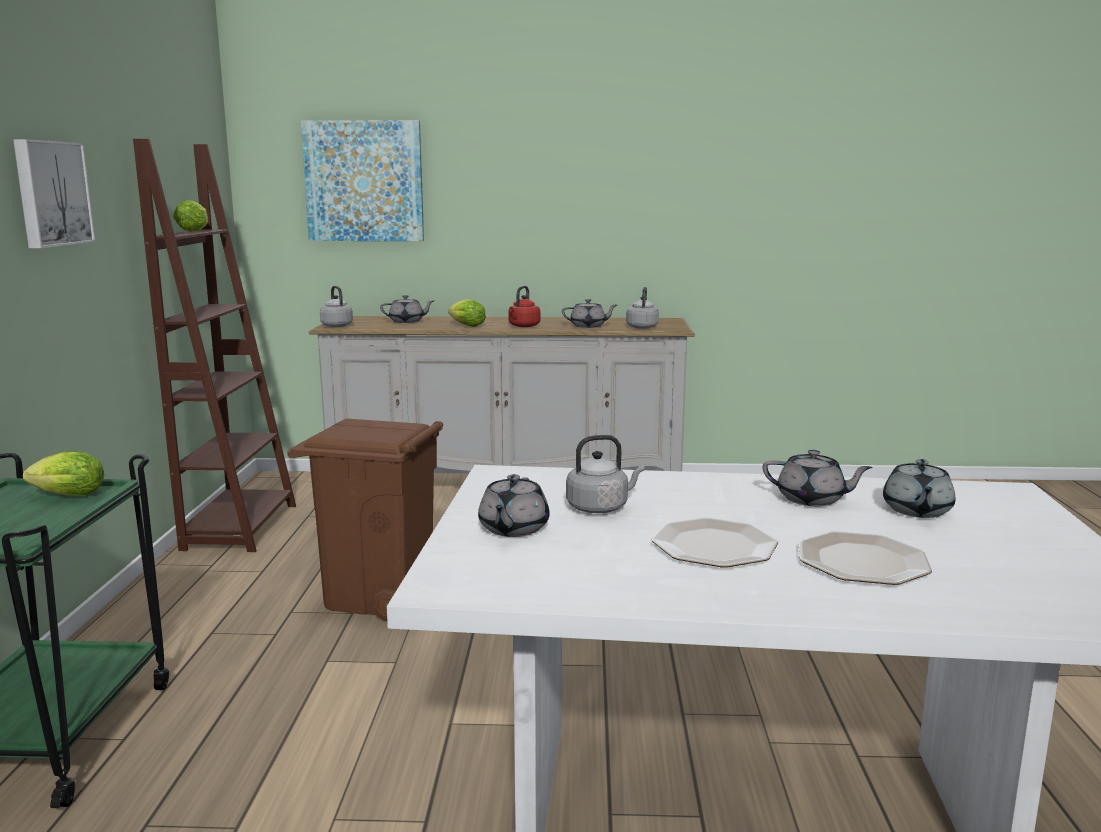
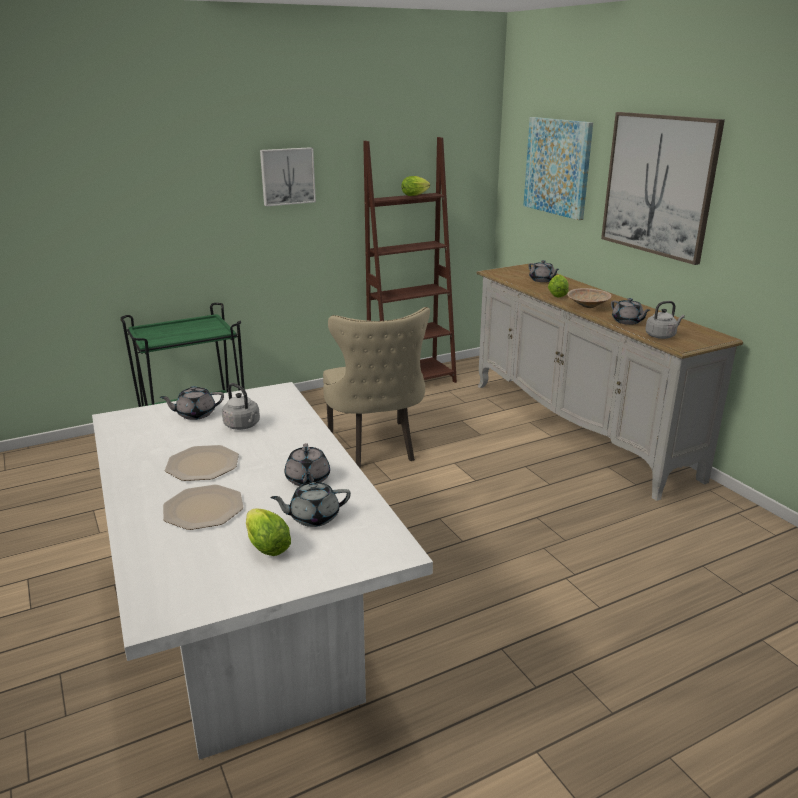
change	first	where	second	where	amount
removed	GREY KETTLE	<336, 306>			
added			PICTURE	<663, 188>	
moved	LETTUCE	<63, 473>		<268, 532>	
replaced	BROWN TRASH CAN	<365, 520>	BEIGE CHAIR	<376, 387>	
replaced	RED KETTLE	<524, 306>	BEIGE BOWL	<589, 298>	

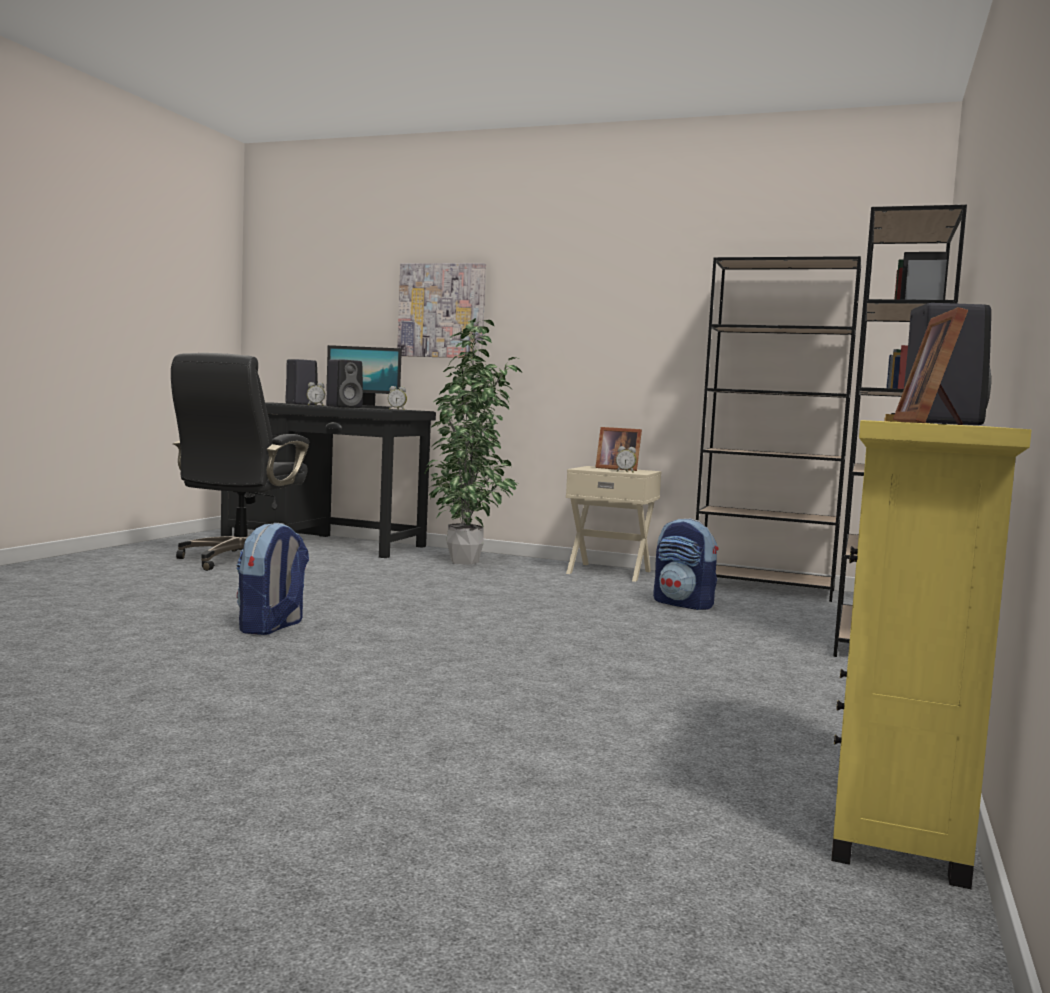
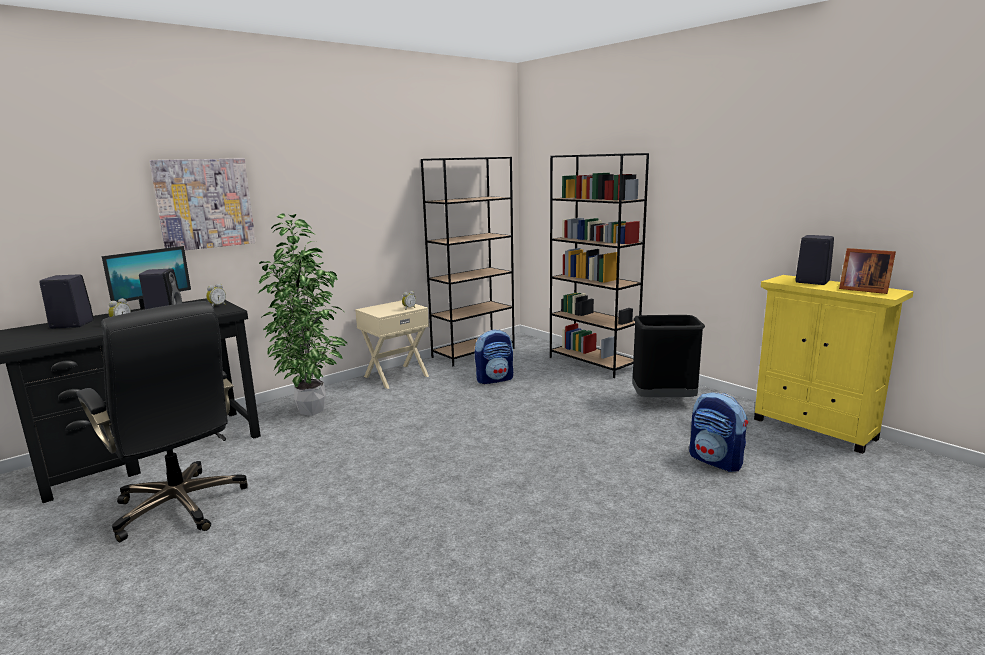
change	first	where	second	where	amount
removed	PICTURE FRAME	<619, 449>			
added			BLACK TRASH CAN	<668, 356>	
moved	BACKPACK	<272, 579>		<718, 432>	

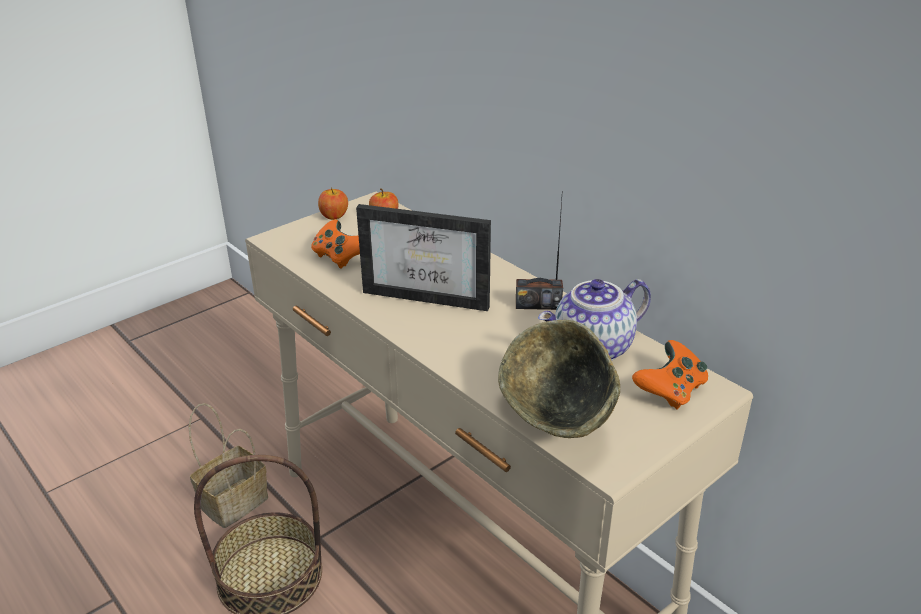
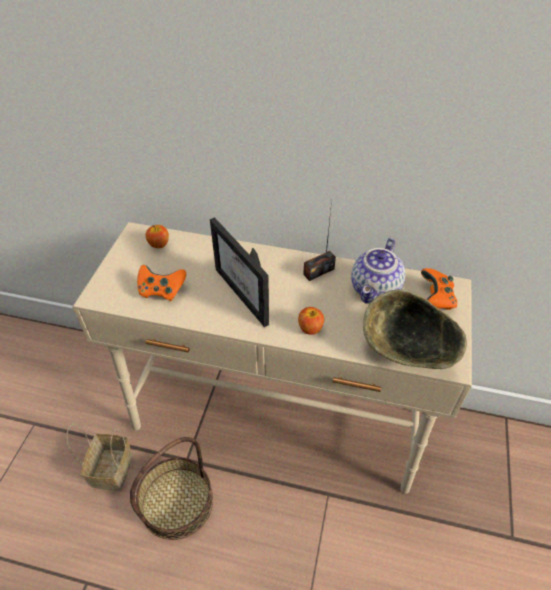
change	first	where	second	where	amount
moved	APPLE	<333, 204>		<311, 321>	
turned	PICTURE FRAME	<423, 257>		<239, 272>	75 degrees clockwise

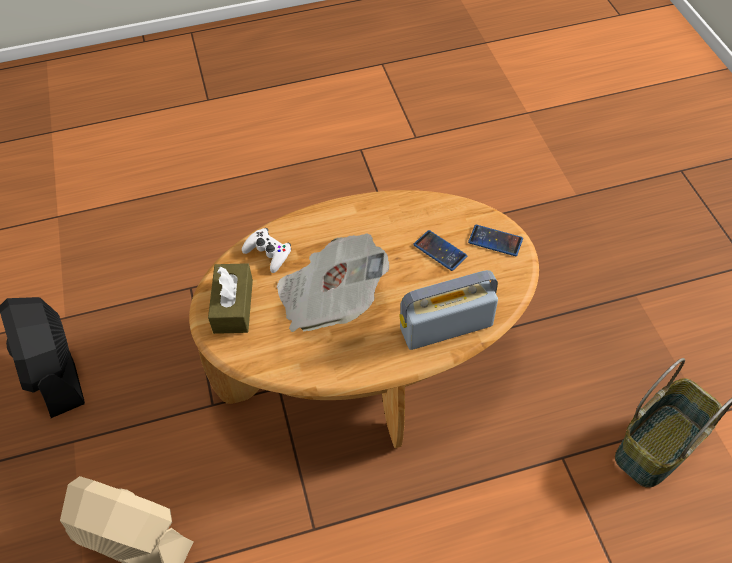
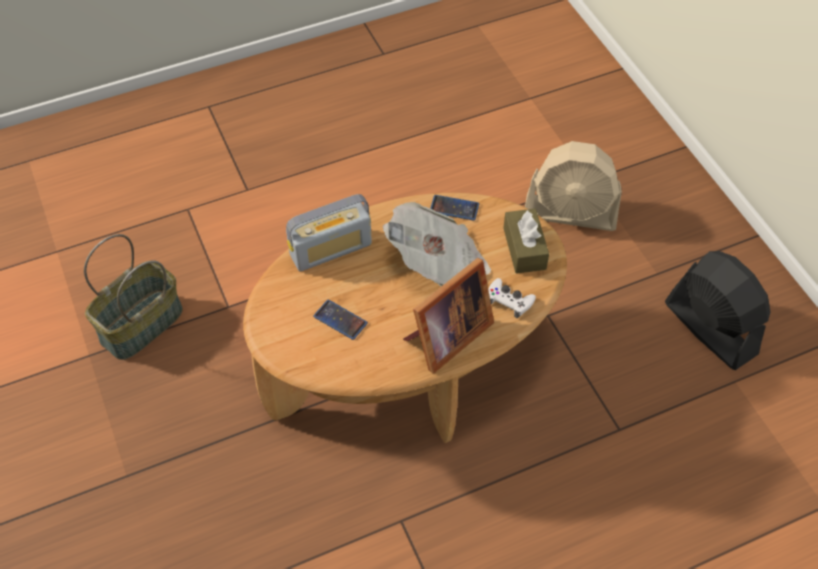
change	first	where	second	where	amount
added			PICTURE FRAME	<448, 316>	
moved	PHONE	<495, 240>		<454, 208>	

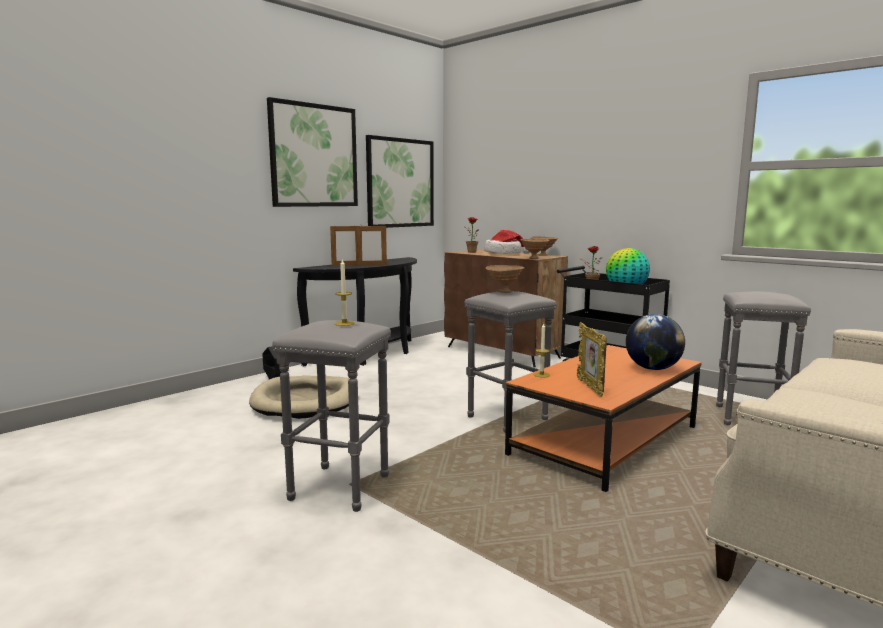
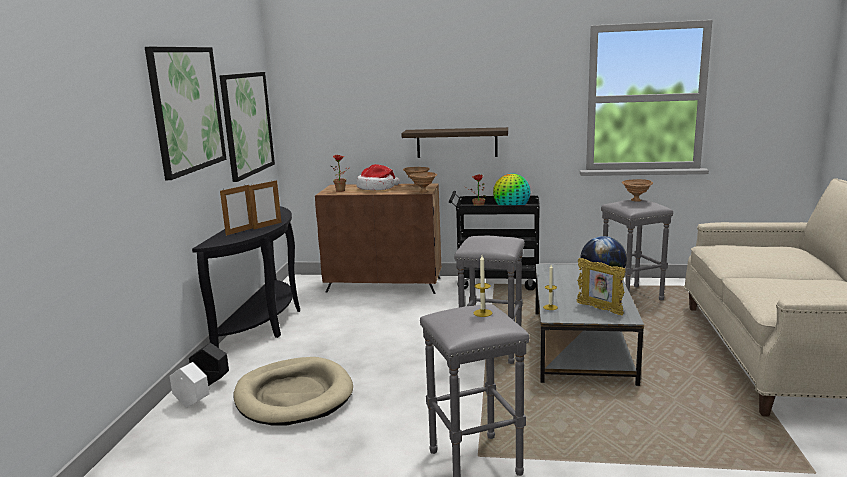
change	first	where	second	where	amount
added			WHITE PLANTER	<189, 385>	
added			SHELF	<454, 142>	
moved	BROWN BOWL	<504, 279>		<637, 190>	
recoloured	ORANGE COFFEE TABLE	<603, 418>	GREY COFFEE TABLE	<589, 325>	

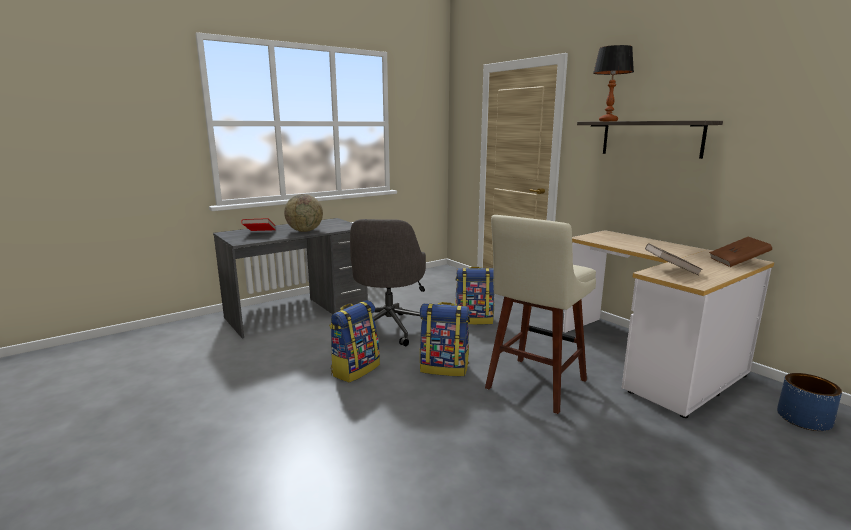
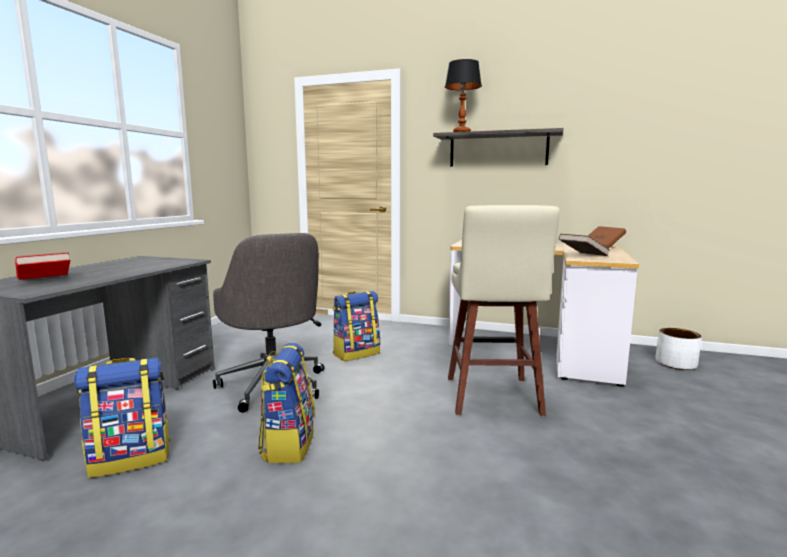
change	first	where	second	where	amount
removed	GLOBE	<303, 213>			
moved	BACKPACK	<445, 339>		<122, 417>	
recoloured	BLUE PLANTER	<809, 402>	WHITE PLANTER	<678, 349>	

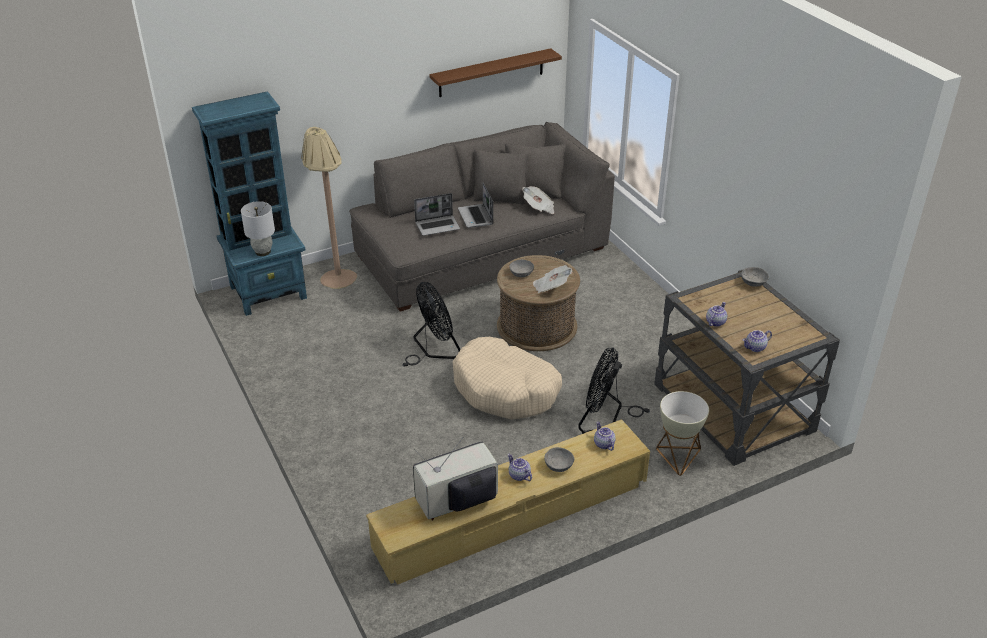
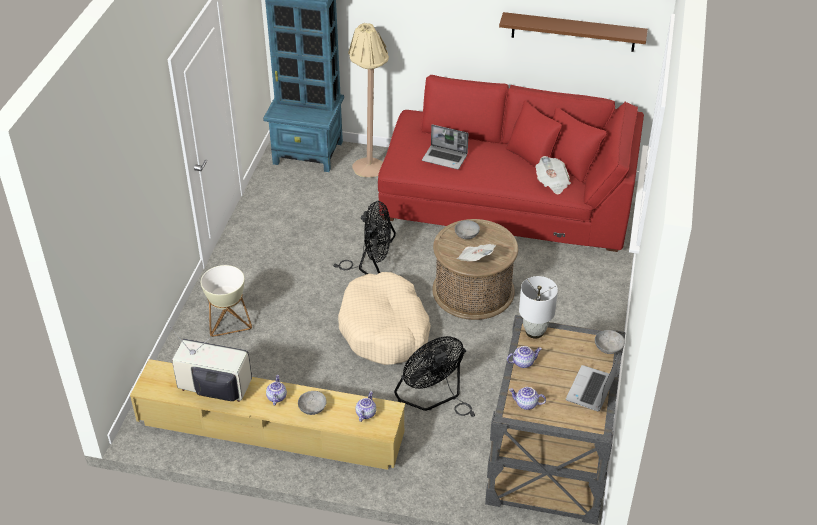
change	first	where	second	where	amount
moved	WHITE TABLE LAMP	<258, 228>		<538, 307>	
moved	LAPTOP	<475, 205>		<592, 382>	
moved	PLANTER	<682, 433>		<226, 301>	
recoloured	GREY SOFA	<482, 217>	RED SOFA	<511, 163>	

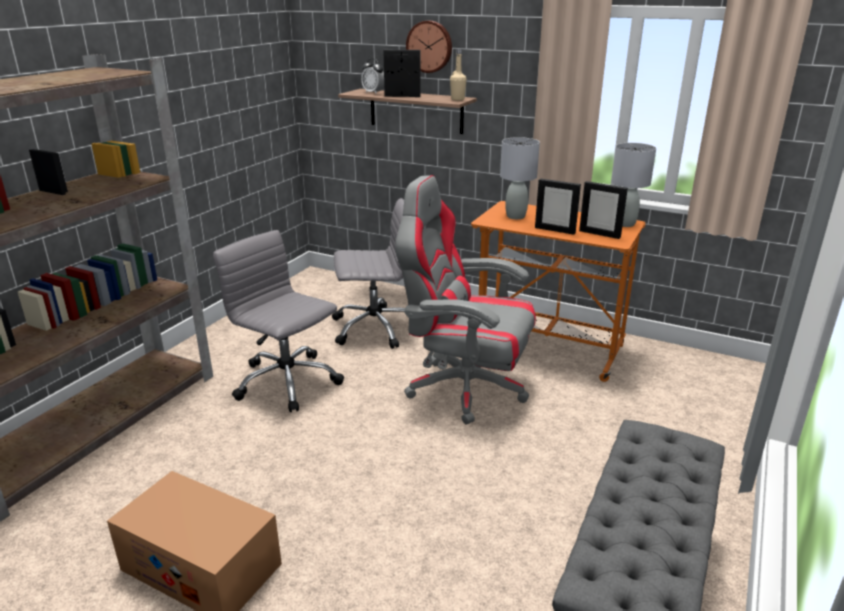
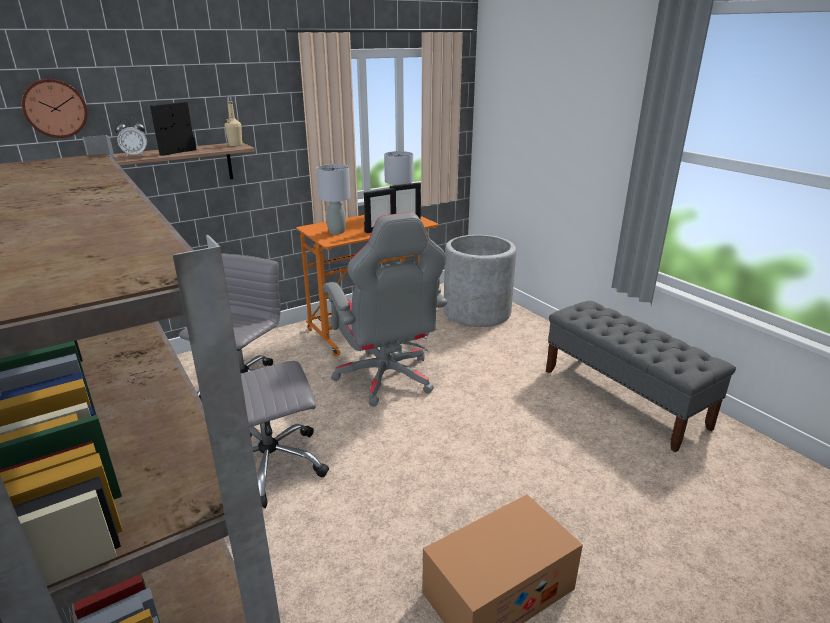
change	first	where	second	where	amount
added			GREY PLANTER	<480, 281>	
moved	WALL CLOCK	<429, 47>		<54, 108>	
turned	GREY OFFICE CHAIR	<465, 300>		<385, 309>	75 degrees counterclockwise

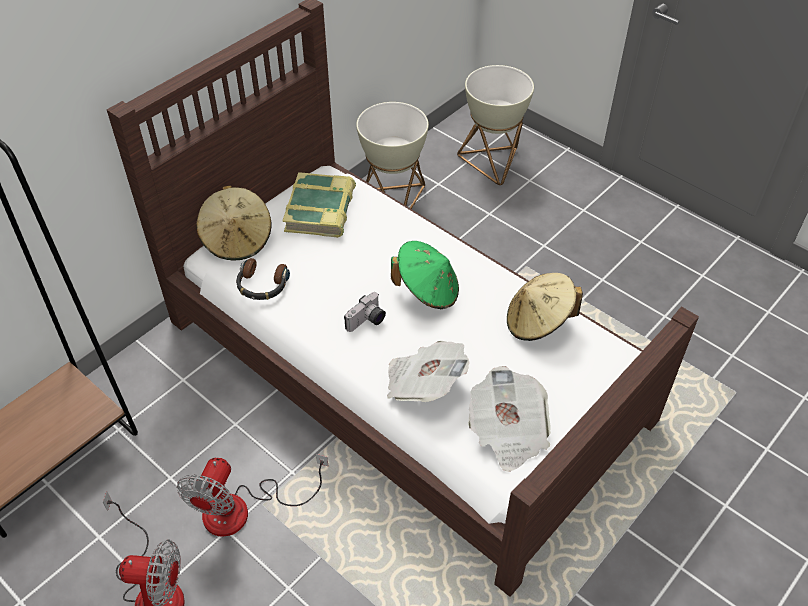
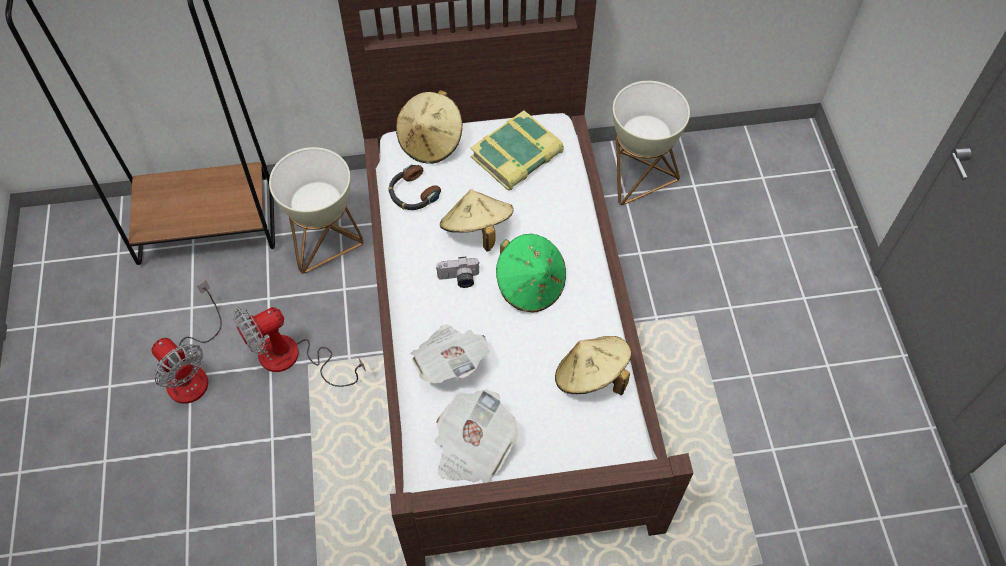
change	first	where	second	where	amount
added			BEIGE HAT	<476, 220>	
moved	PLANTER	<495, 125>		<316, 210>	

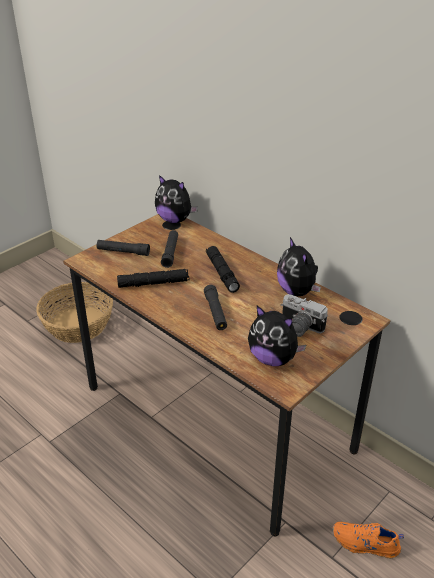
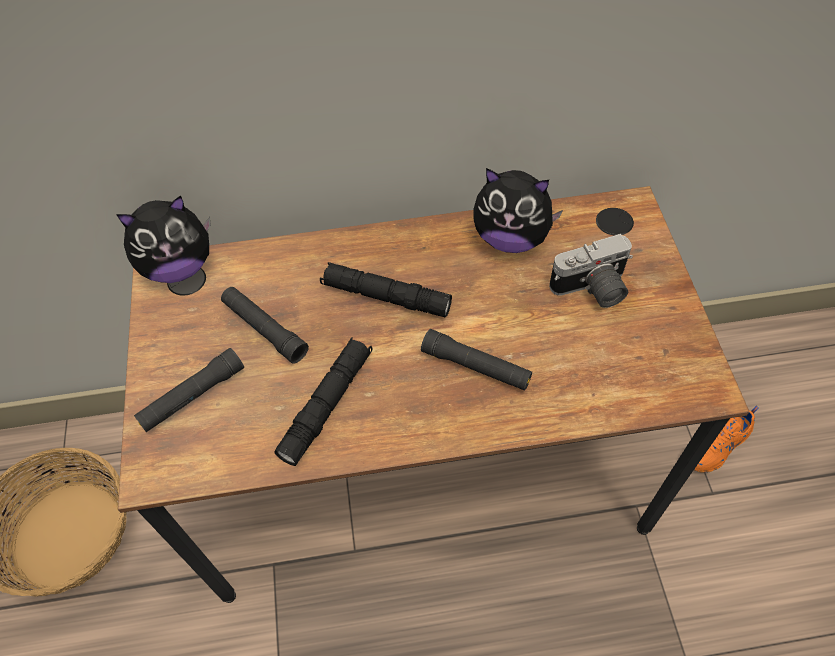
change	first	where	second	where	amount
removed	PLUSH TOY	<277, 336>			

